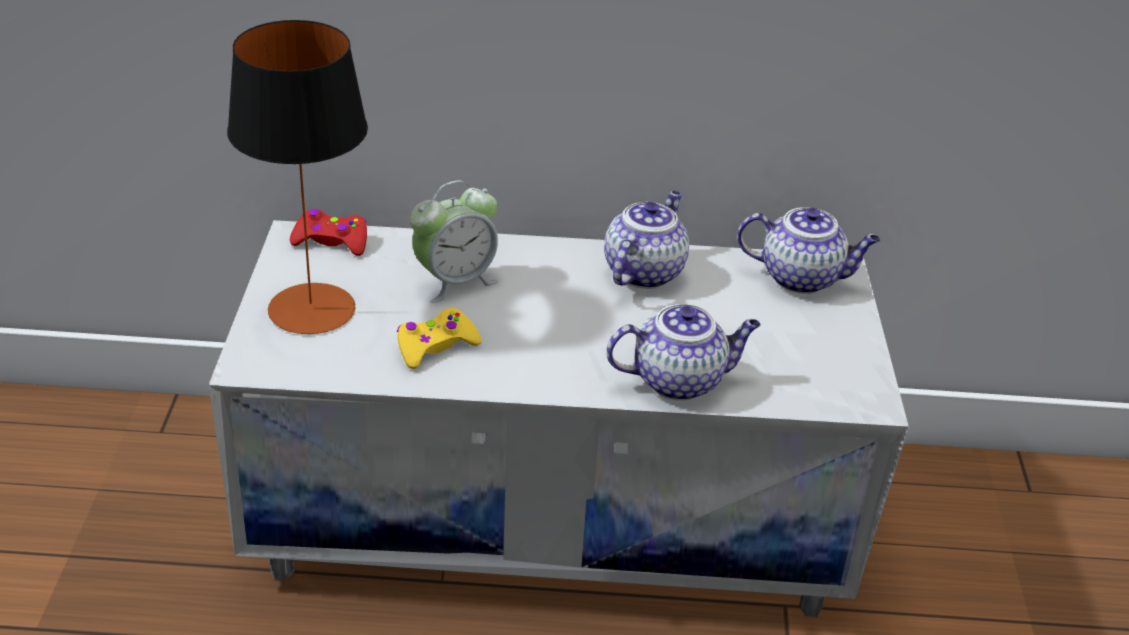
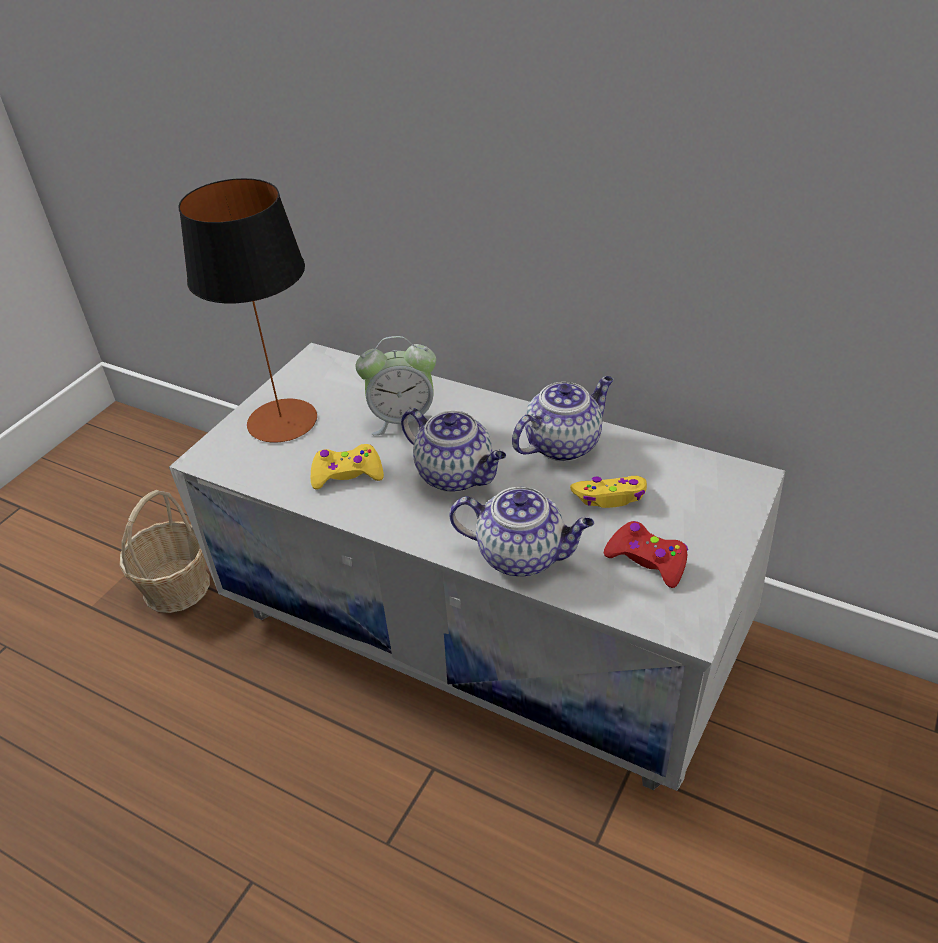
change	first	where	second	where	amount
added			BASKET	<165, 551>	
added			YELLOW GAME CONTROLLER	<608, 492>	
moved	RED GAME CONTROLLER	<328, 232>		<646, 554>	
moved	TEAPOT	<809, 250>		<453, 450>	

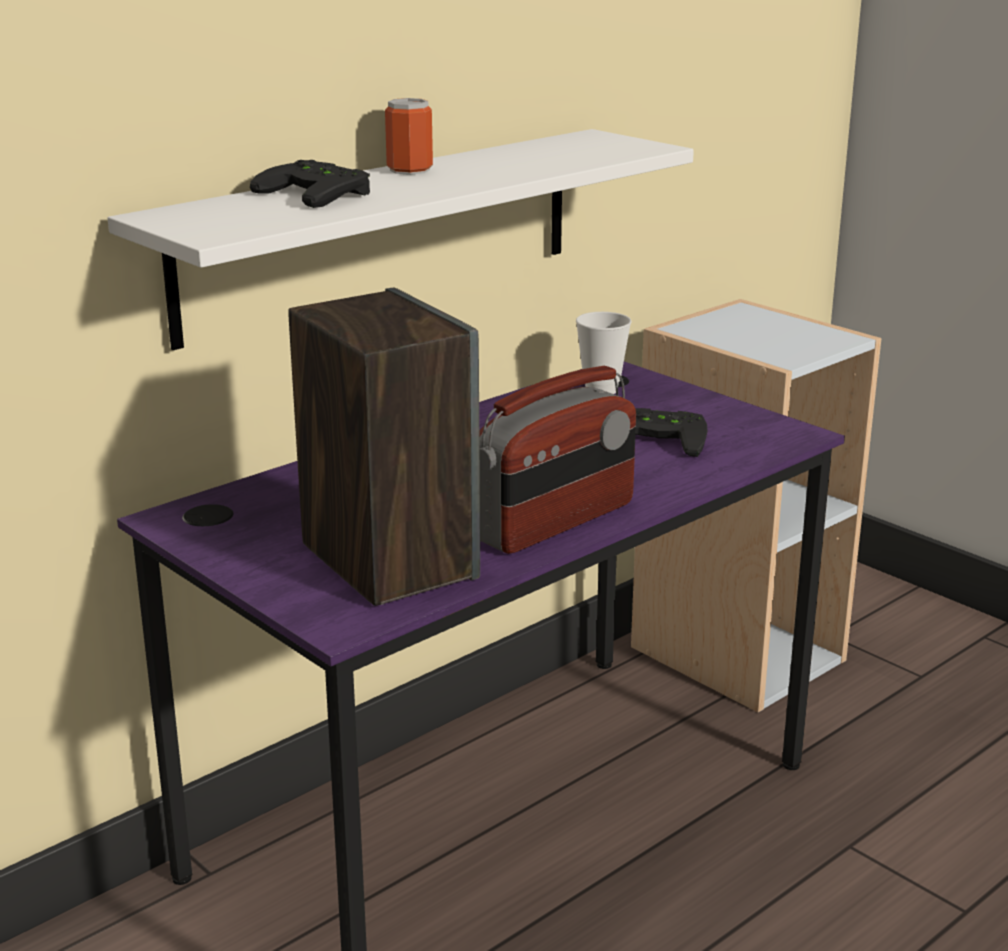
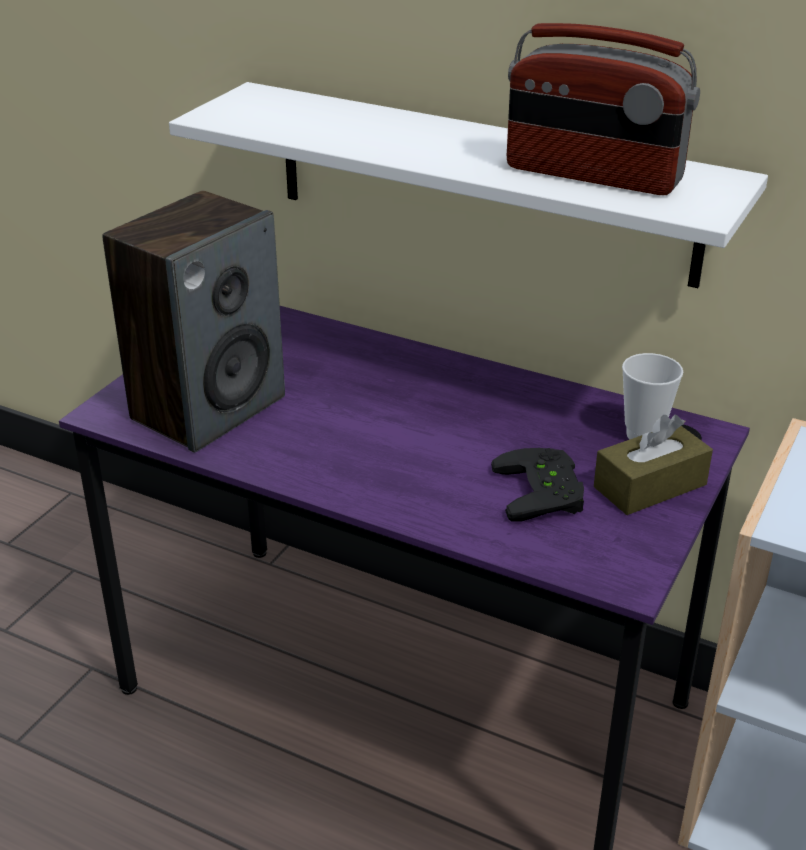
change	first	where	second	where	amount
removed	BLACK GAME CONTROLLER	<310, 184>			
removed	CAN	<409, 136>			
added			BROWN TISSUE BOX	<653, 465>	
moved	RADIO	<557, 460>		<603, 109>	

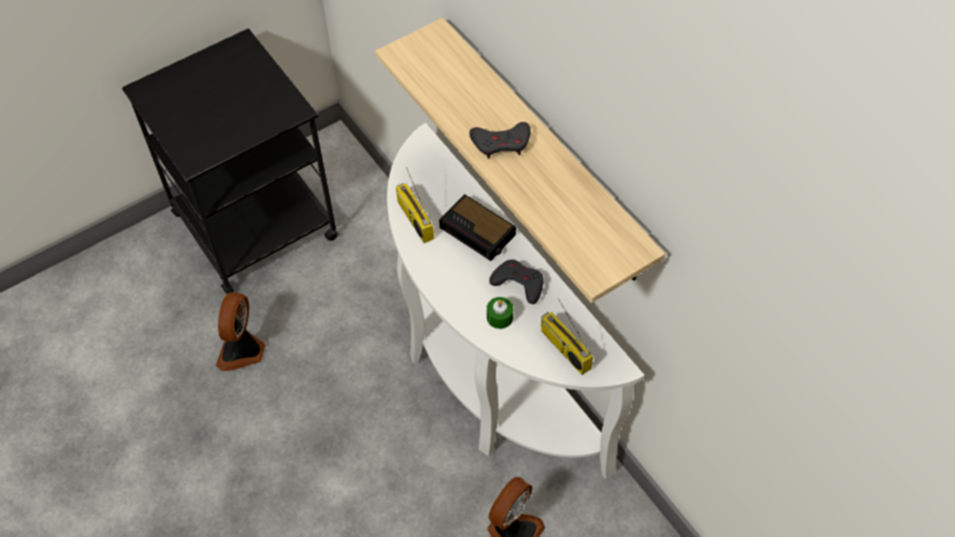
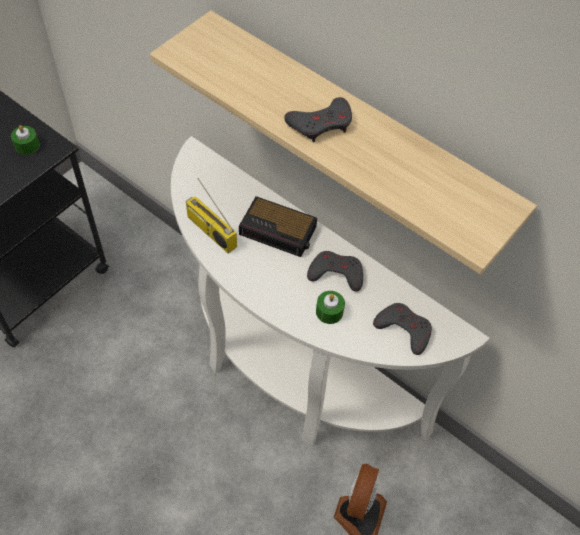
change	first	where	second	where	amount
removed	FAN	<241, 331>			
added			GREEN CANDLE	<25, 140>	
replaced	RADIO	<567, 336>	GREY GAME CONTROLLER	<402, 329>	

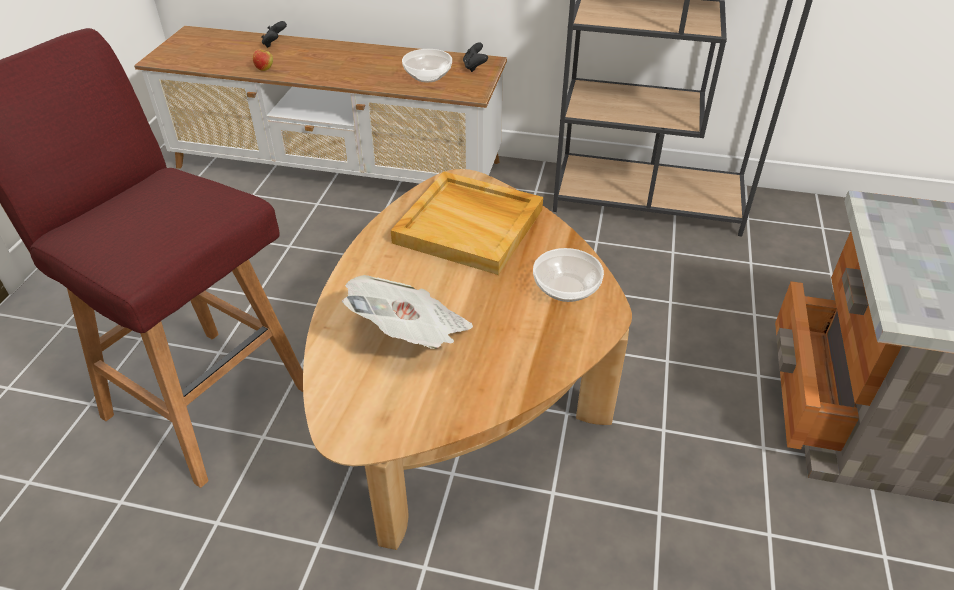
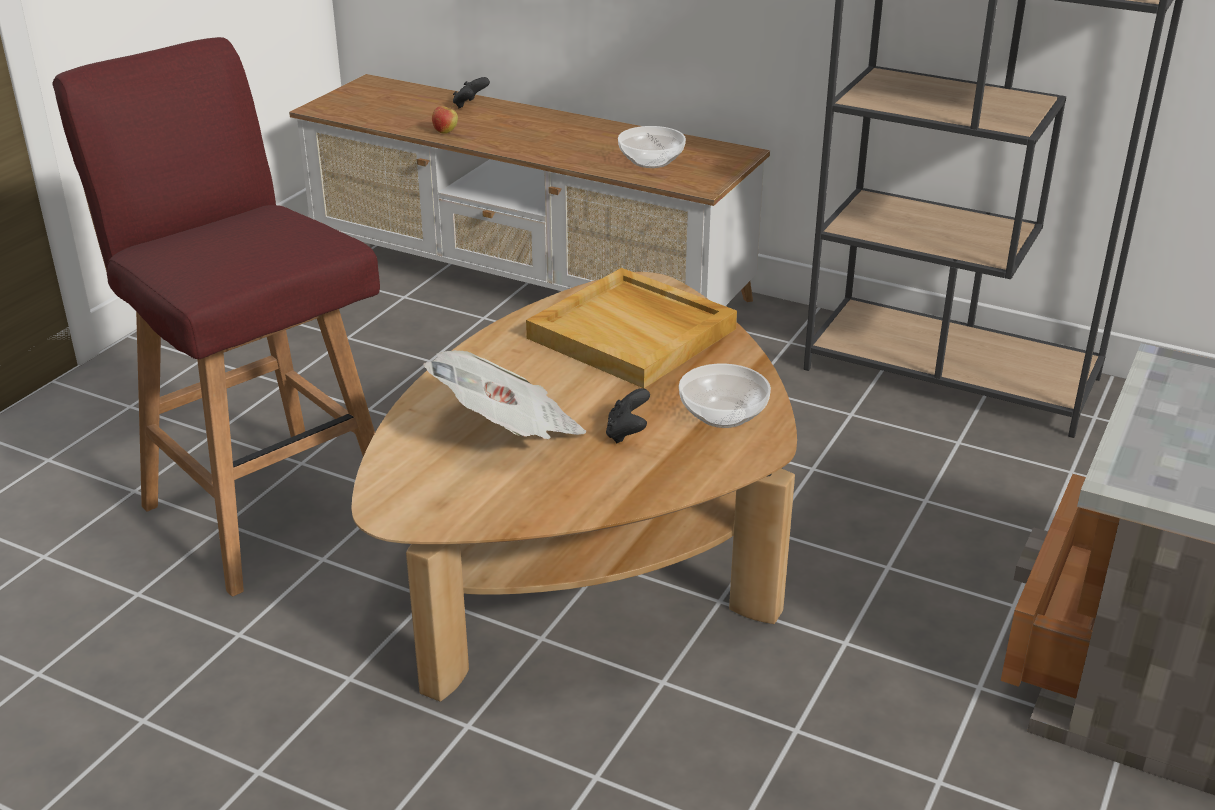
change	first	where	second	where	amount
moved	BLACK GAME CONTROLLER	<475, 57>		<628, 416>	

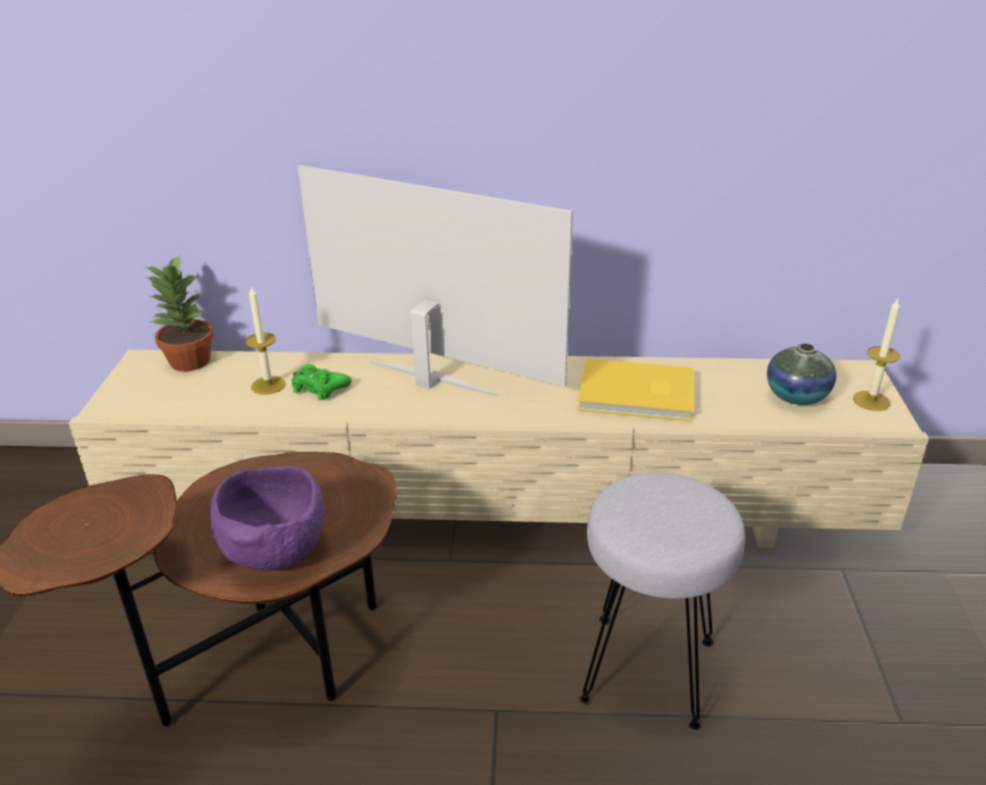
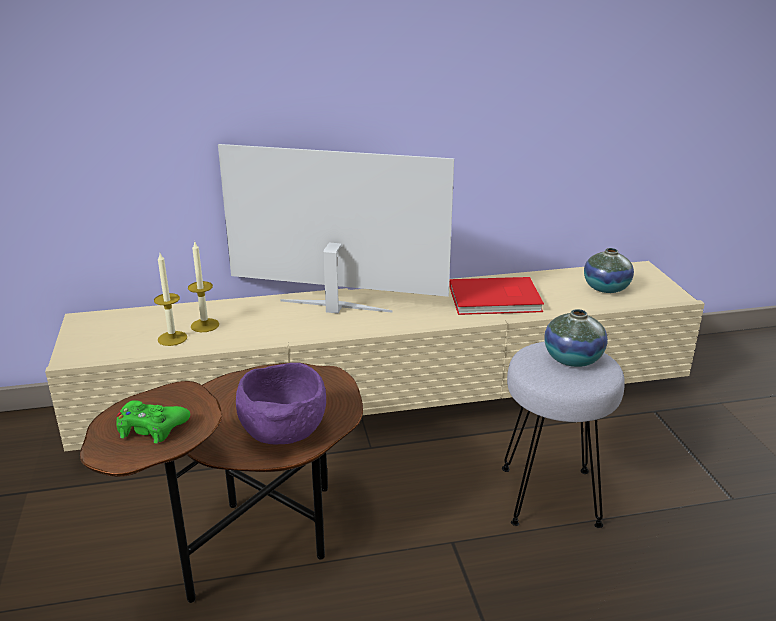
change	first	where	second	where	amount
removed	POTTED PLANT	<179, 312>			
added			VASE	<576, 338>	
moved	GREEN GAME CONTROLLER	<322, 382>		<153, 421>	
moved	CANDLE	<876, 355>		<170, 299>	
recoloured	YELLOW BOOK	<635, 390>	RED BOOK	<496, 296>	

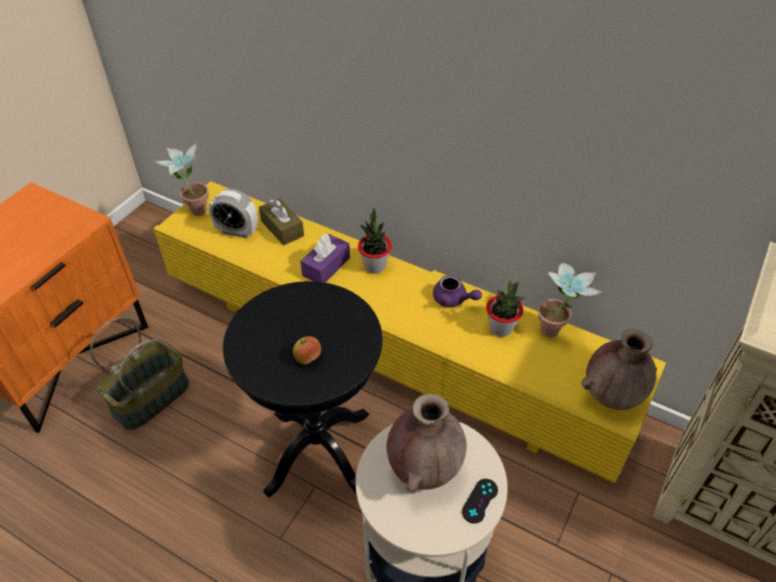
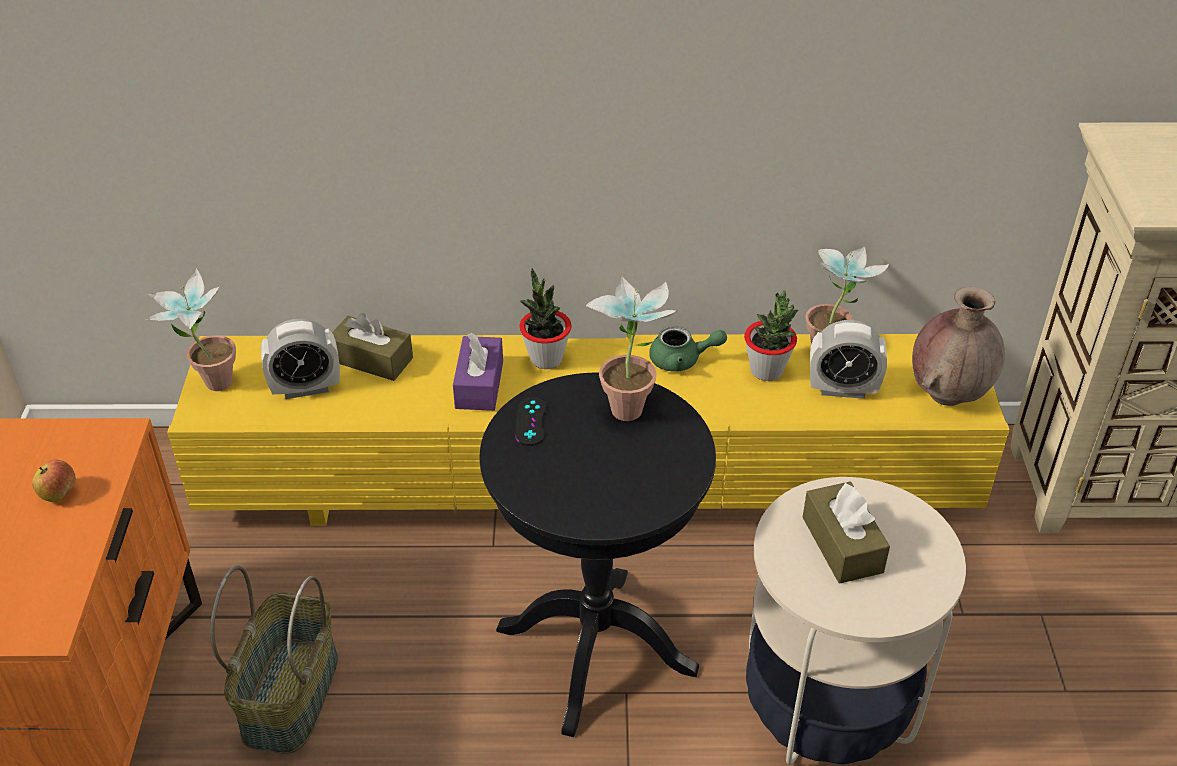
change	first	where	second	where	amount
added			POTTED PLANT	<631, 349>	
added			ALARM CLOCK	<848, 359>	
moved	APPLE	<307, 350>		<54, 481>	
moved	BLACK GAME CONTROLLER	<480, 501>		<531, 421>	
replaced	BROWN VASE	<427, 443>	BROWN TISSUE BOX	<846, 532>	
recoloured	PURPLE TEAPOT	<457, 291>	GREEN TEAPOT	<688, 349>	

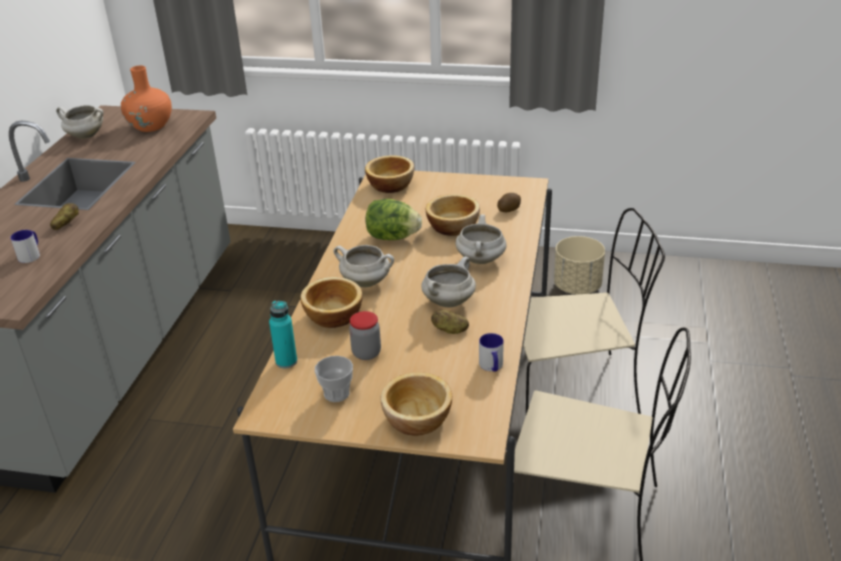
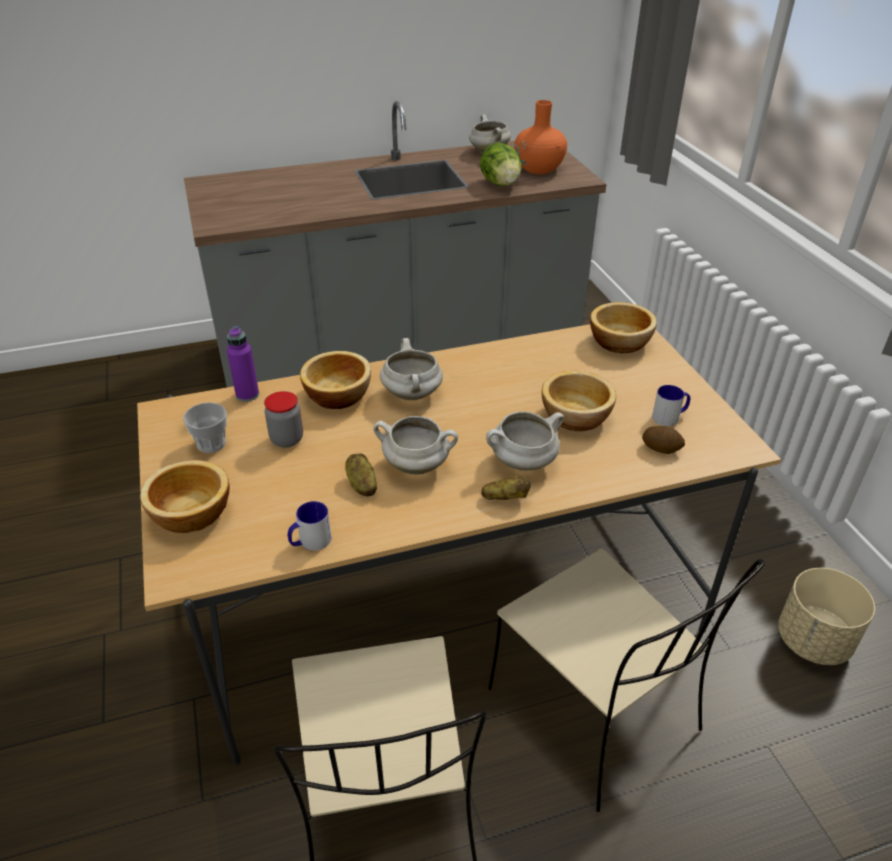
change	first	where	second	where	amount
moved	MUG	<25, 246>		<671, 405>	
moved	POTATO	<64, 216>		<506, 487>	
moved	LETTUCE	<394, 219>		<501, 164>	
recoloured	TURQUOISE BOTTLE	<283, 334>	PURPLE BOTTLE	<243, 364>	

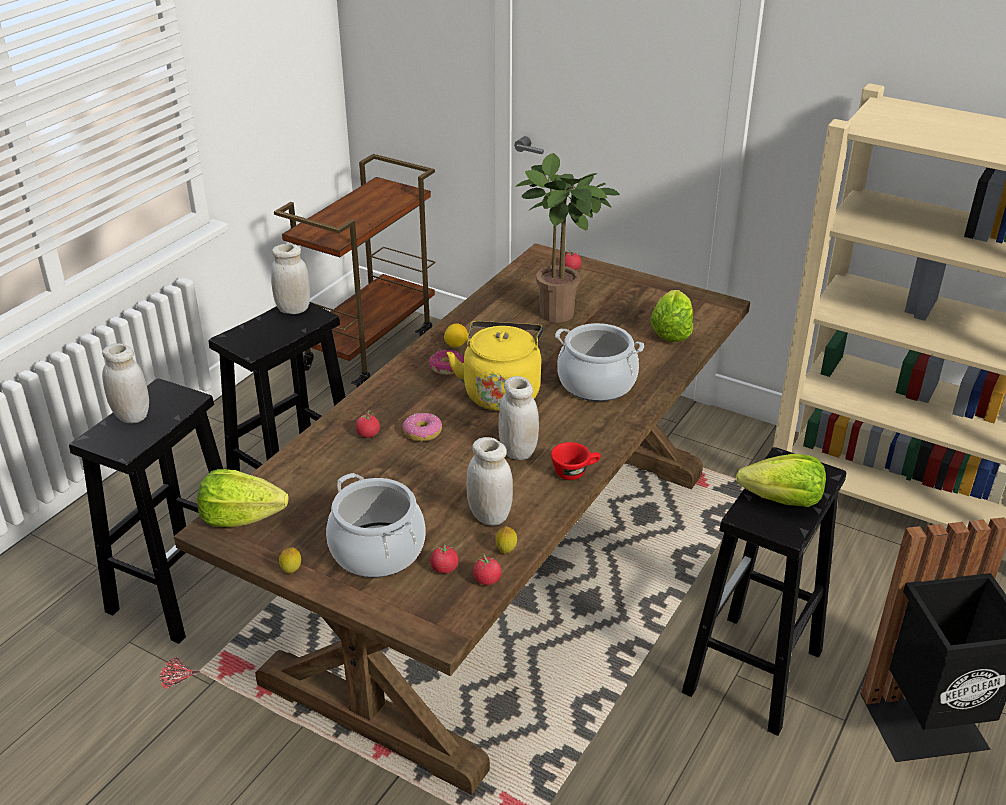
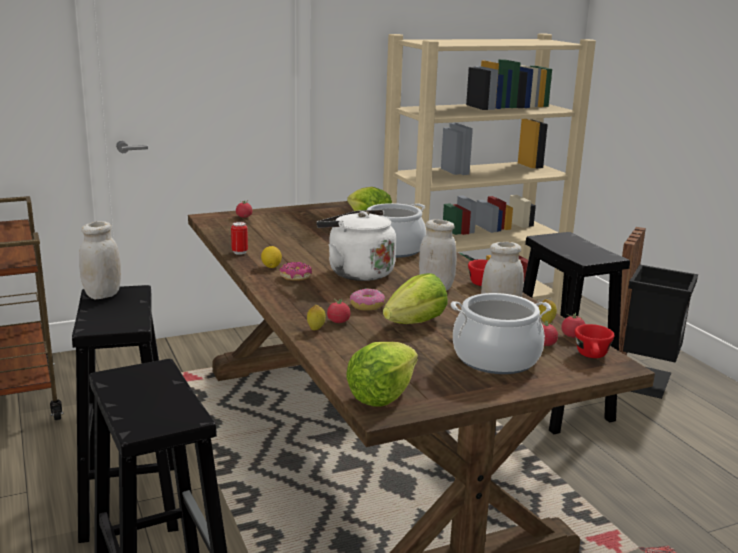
change	first	where	second	where	amount
removed	WHITE JAR	<125, 383>			
removed	POTTED PLANT	<567, 238>			
added			CAN	<239, 238>	
added			RED CUP	<594, 341>	
moved	LEMON	<290, 560>		<316, 318>	
moved	LETTUCE	<781, 480>		<415, 298>	
recoloured	YELLOW KETTLE	<495, 366>	WHITE KETTLE	<356, 245>	

